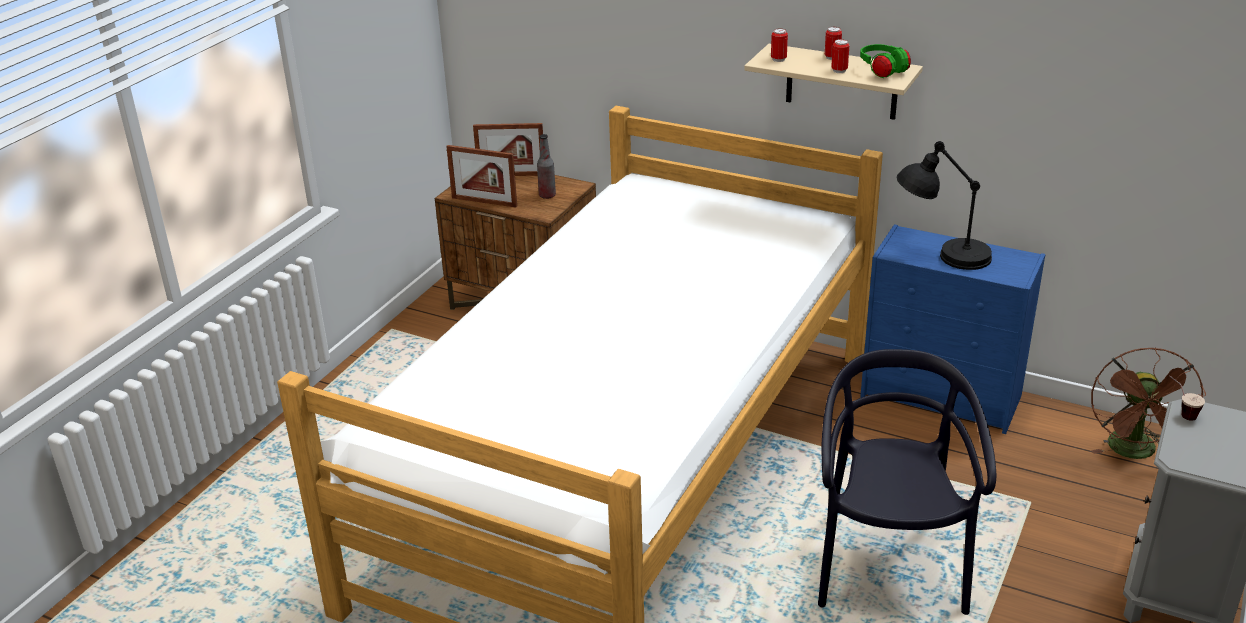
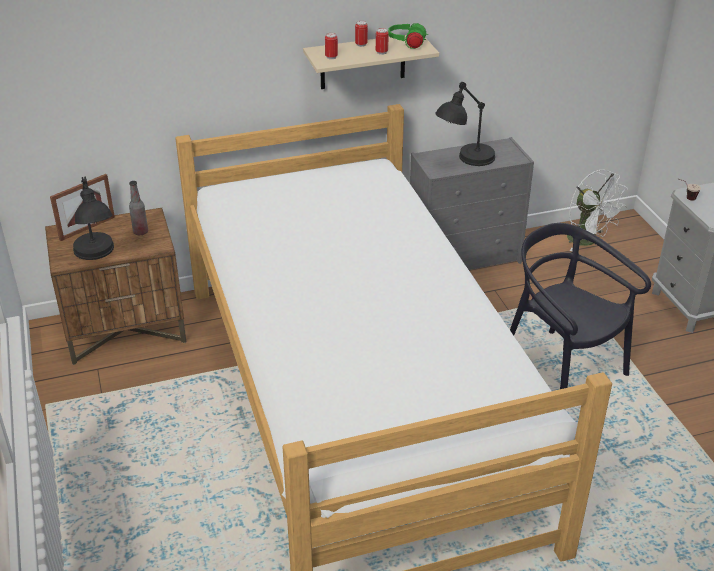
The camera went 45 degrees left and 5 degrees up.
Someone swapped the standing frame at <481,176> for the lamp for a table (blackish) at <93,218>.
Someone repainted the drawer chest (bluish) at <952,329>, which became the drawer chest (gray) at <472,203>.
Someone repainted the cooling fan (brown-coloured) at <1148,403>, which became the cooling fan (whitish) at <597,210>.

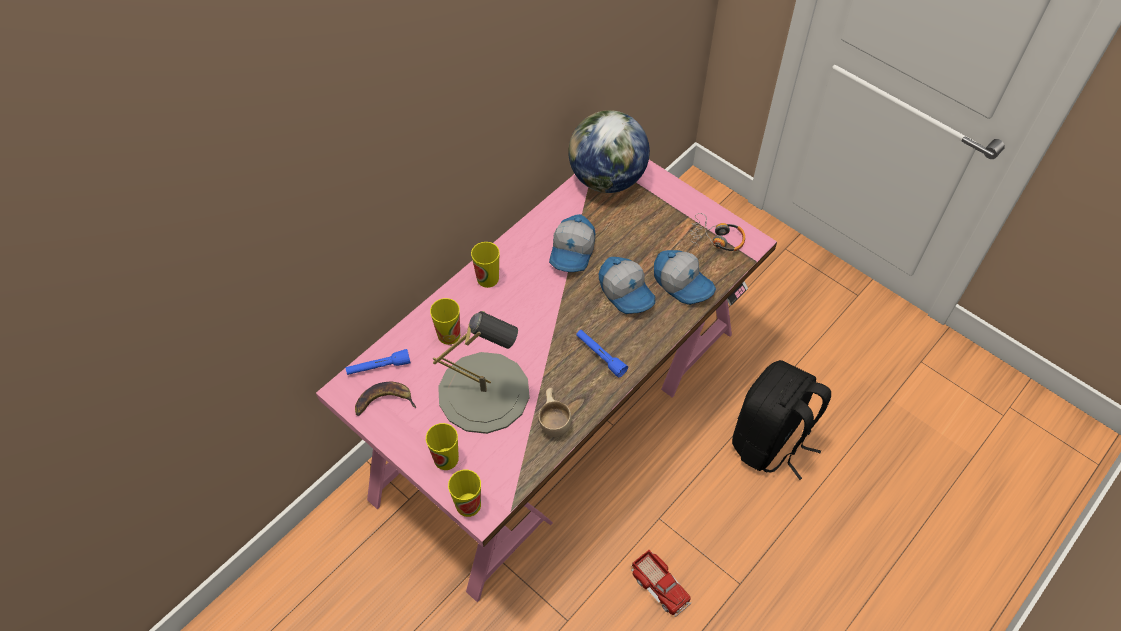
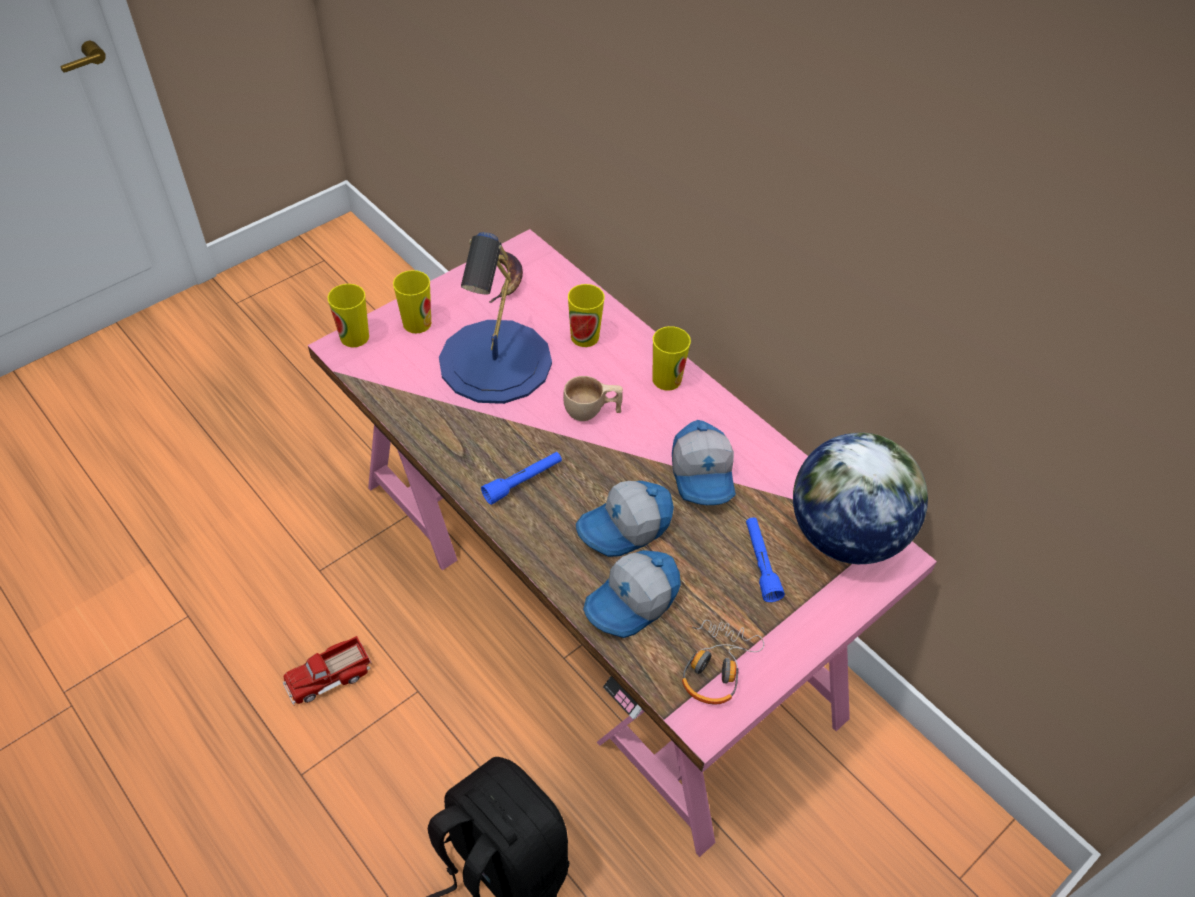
The camera went 95 degrees right and 5 degrees down.
Someone repainted the lamp for a table (gray) at <481,372>, which became the lamp for a table (bluish) at <495,318>.
Someone carried the cup (beige) from <554,412> to <593,398>.
Someone rotated the cap at <572,243> by 120 degrees counterclockwise.
Someone carried the hand torch (bluish) from <377,362> to <765,559>.

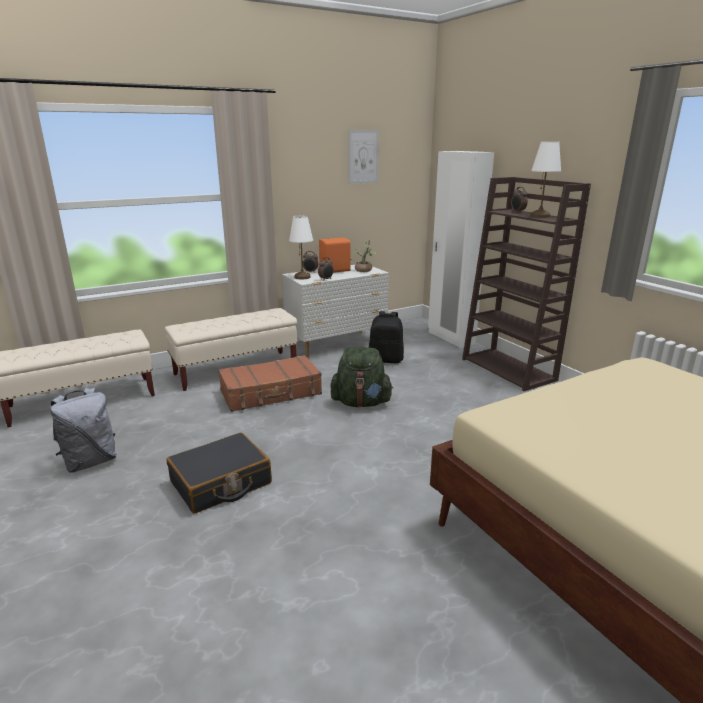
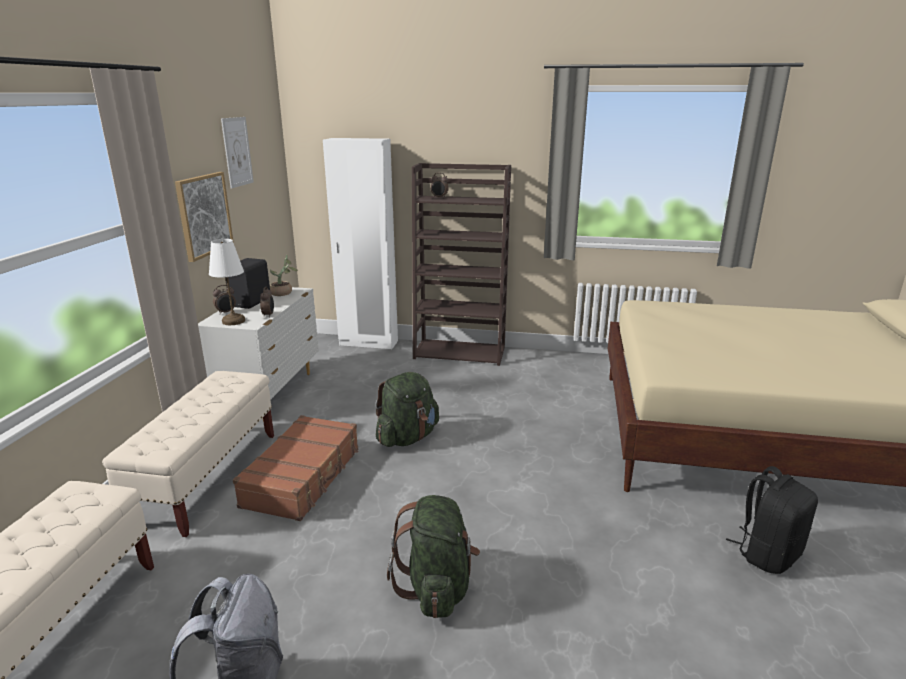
The camera went 50 degrees left and 0 degrees up.
Someone put up the wall art at <204,217>.
Someone repainted the audio speaker (orangey) at <335,255>, which became the audio speaker (blackish) at <247,283>.
Someone swapped the travel case (blackish) at <219,473> for the backpack (greenish) at <433,556>.
Someone carried the backpack (blackish) from <386,337> to <772,520>.
Someone took away the lamp for a table (whitish) at <545,179>.

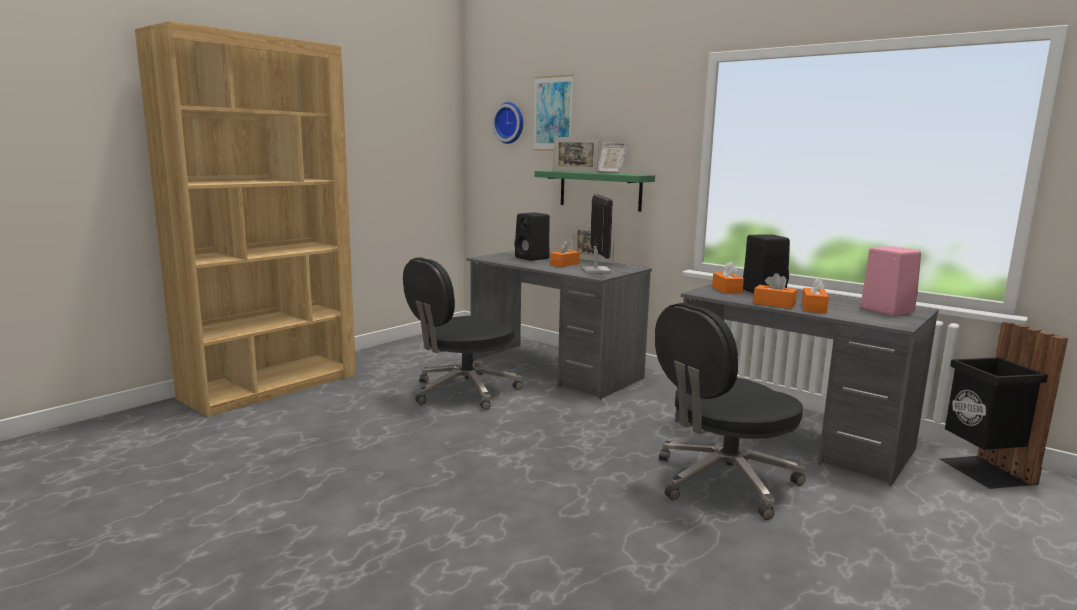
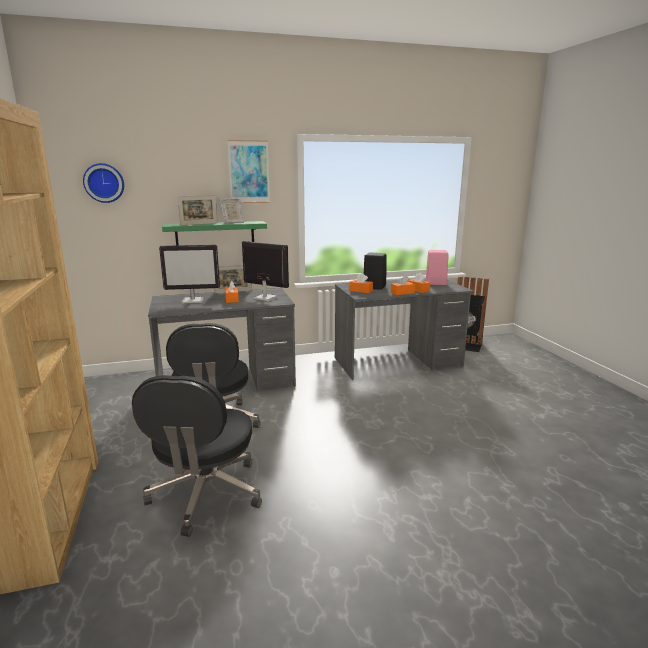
The camera went 55 degrees left and 5 degrees up.
Someone carried the computer chair (blackish) from <730,411> to <197,456>.
Someone swapped the audio speaker (blackish) at <532,236> for the computer display at <189,274>.
Someone carried the wall art from <553,113> to <248,171>.

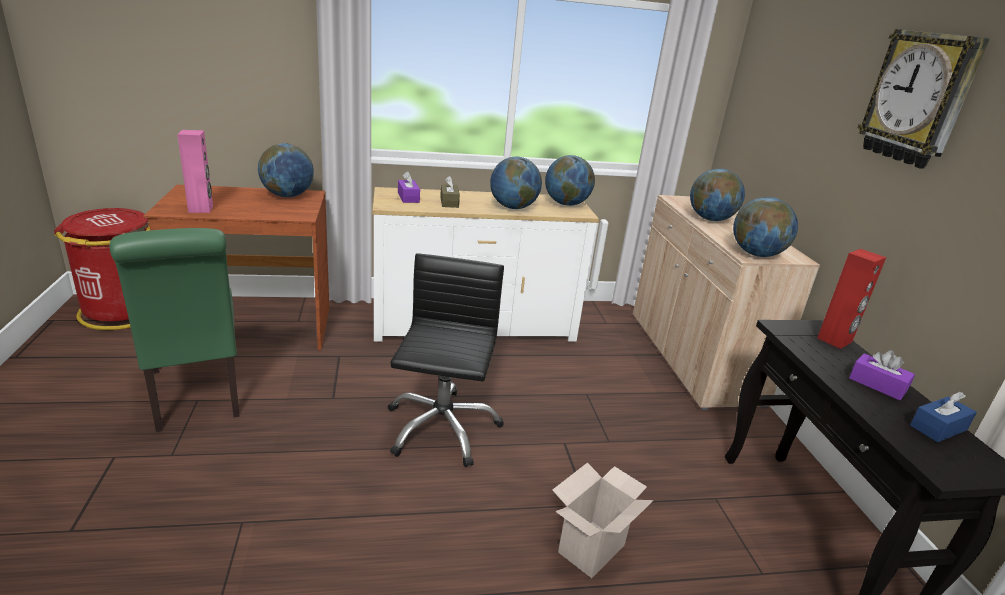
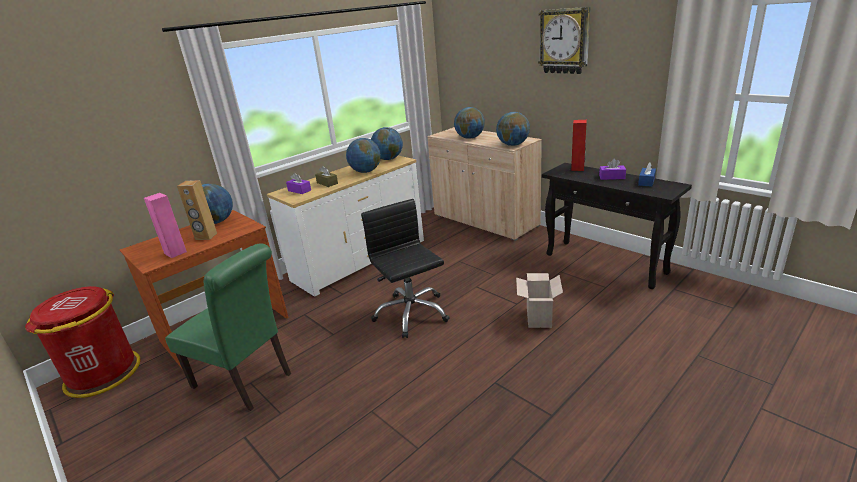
The camera went 30 degrees left and 0 degrees up.
Someone put down the audio speaker (brown-coloured) at <197,210>.

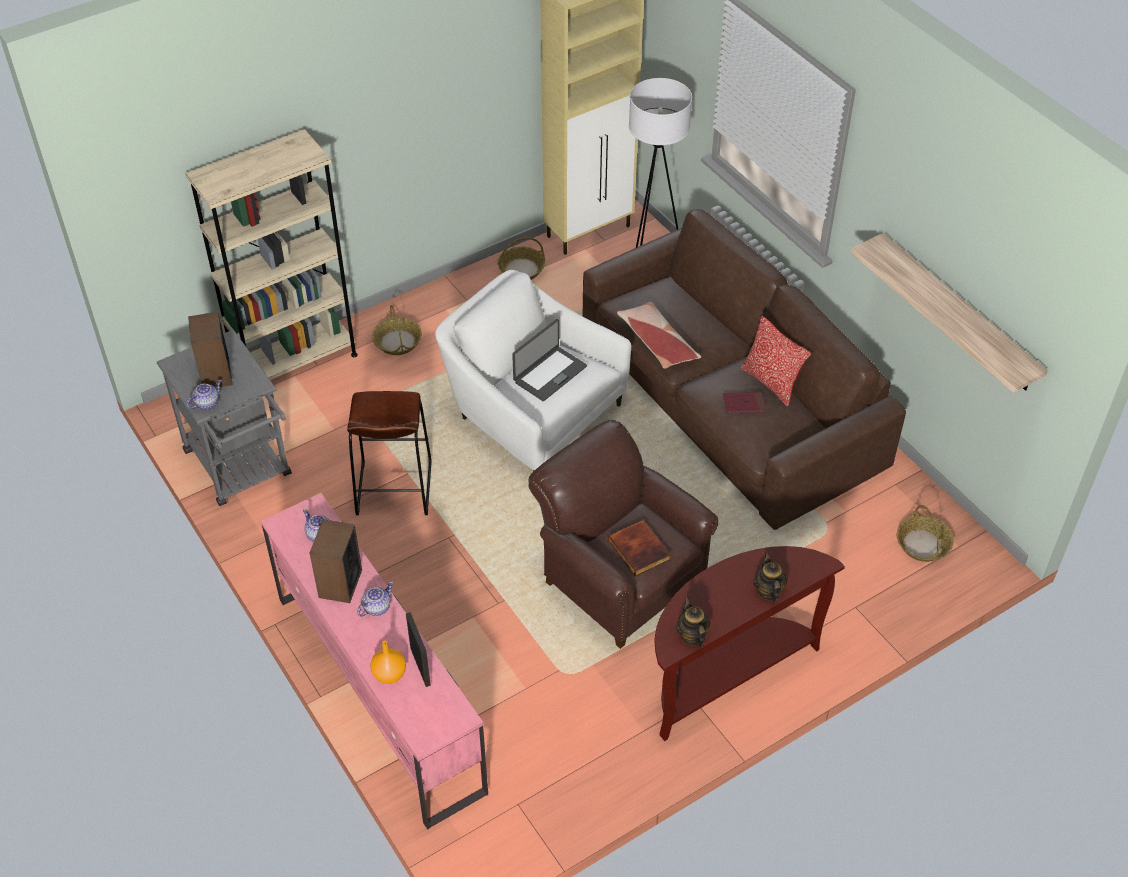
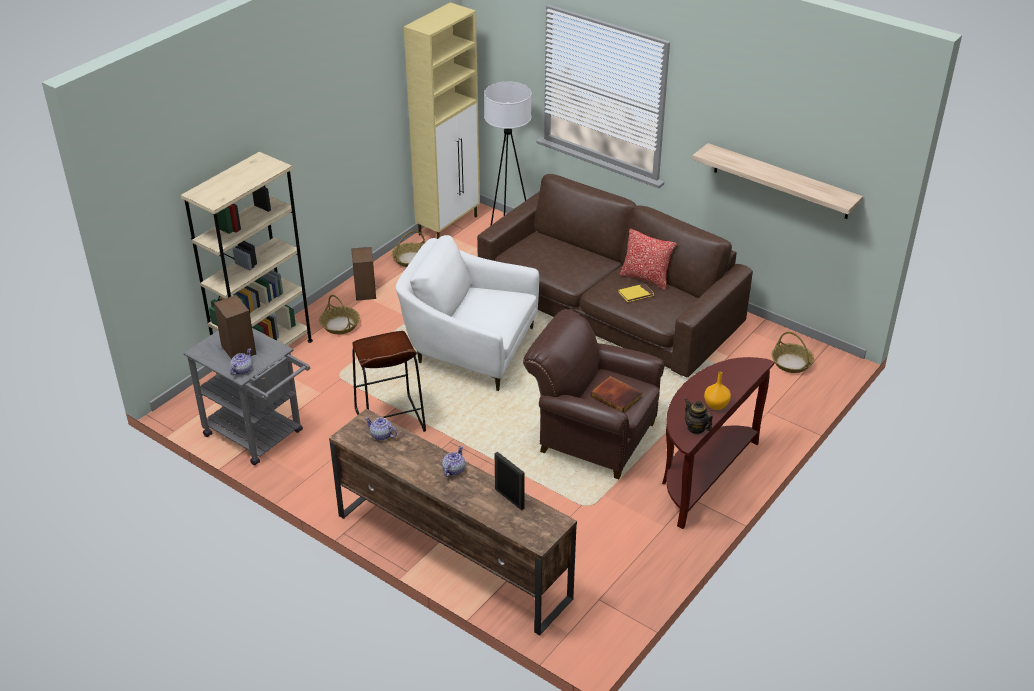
The camera went 20 degrees left and 10 degrees down.
Someone repainted the tv stand (pink-coloured) at <374,661>, which became the tv stand (brown-coloured) at <453,521>.
Someone carried the audio speaker from <336,561> to <363,274>.
Someone repainted the bound book (red-coloured) at <744,403>, which became the bound book (yellowish) at <636,292>.
Someone carried the flower vase (orangey) from <388,662> to <717,391>.
Someone took away the portable computer at <549,360>.
Someone took away the cushion at <659,335>.
Someone took away the tea pot at <770,578>.

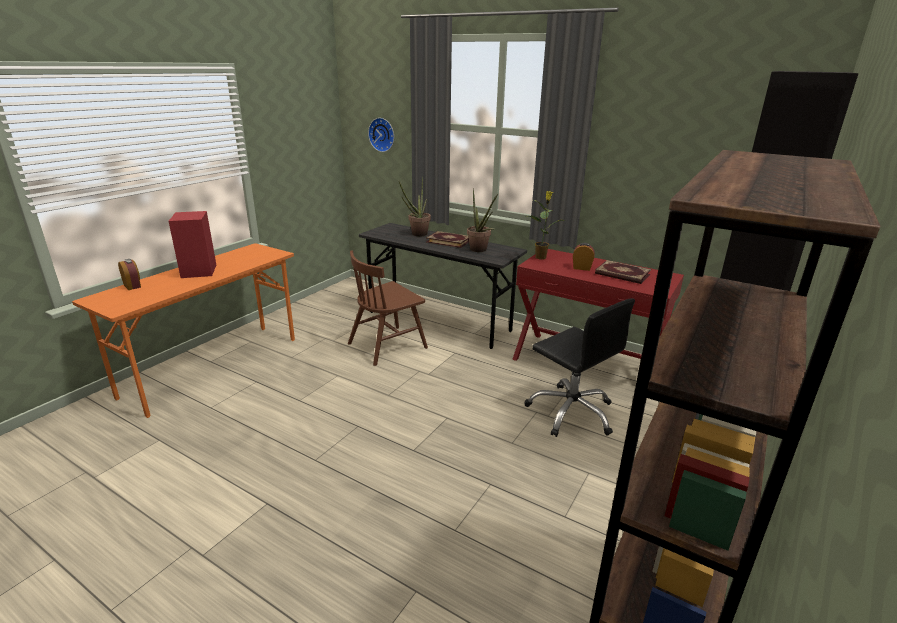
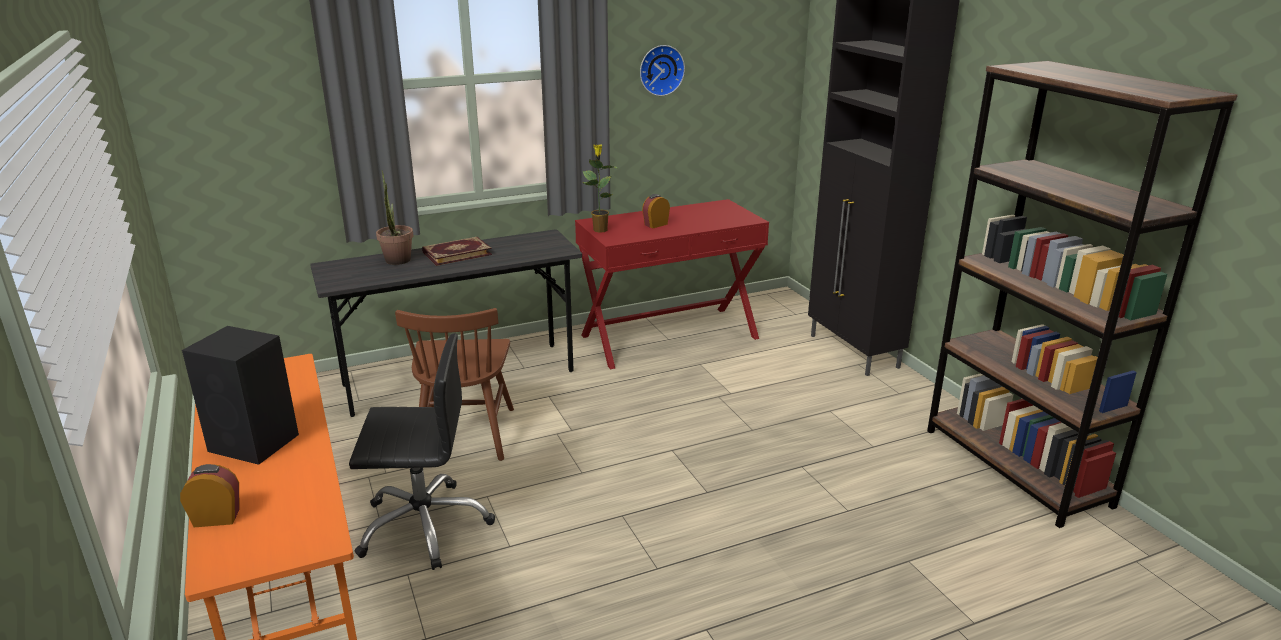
The camera went 55 degrees left and 0 degrees up.
Someone repainted the audio speaker (red-coloured) at <192,244>, which became the audio speaker (blackish) at <240,395>.
Someone carried the computer chair (blackish) from <579,367> to <422,451>.
Someone carried the hanging clock from <381,135> to <662,70>.
Someone took away the houseplant at <482,219>.
Someone took away the bound book at <623,272>.

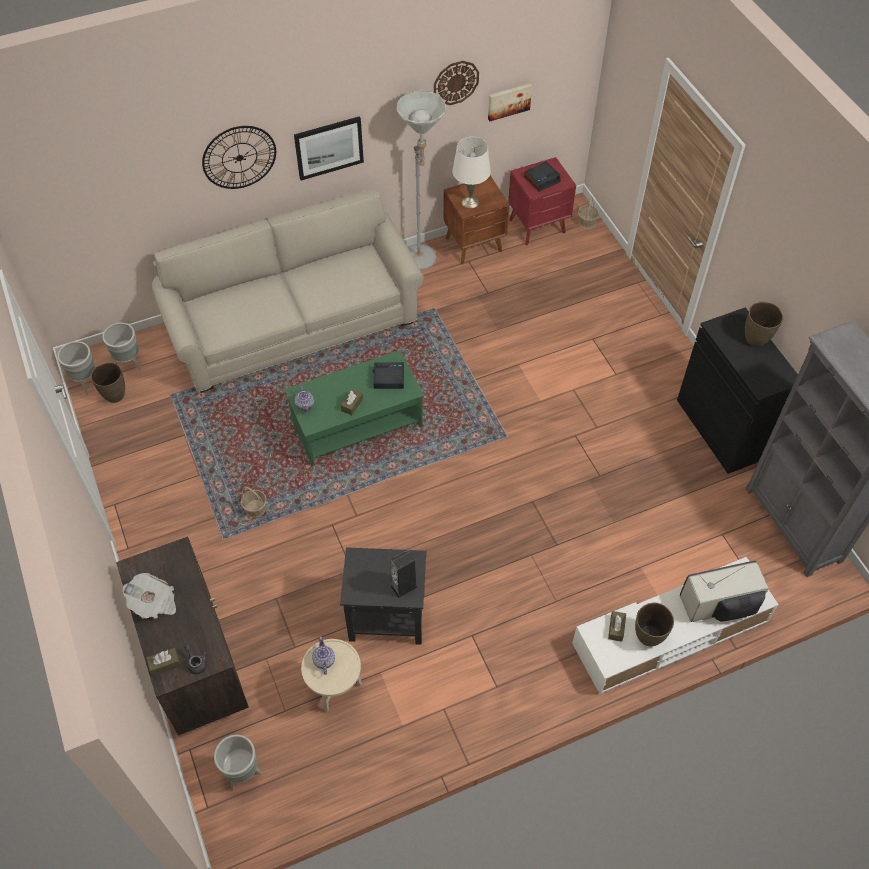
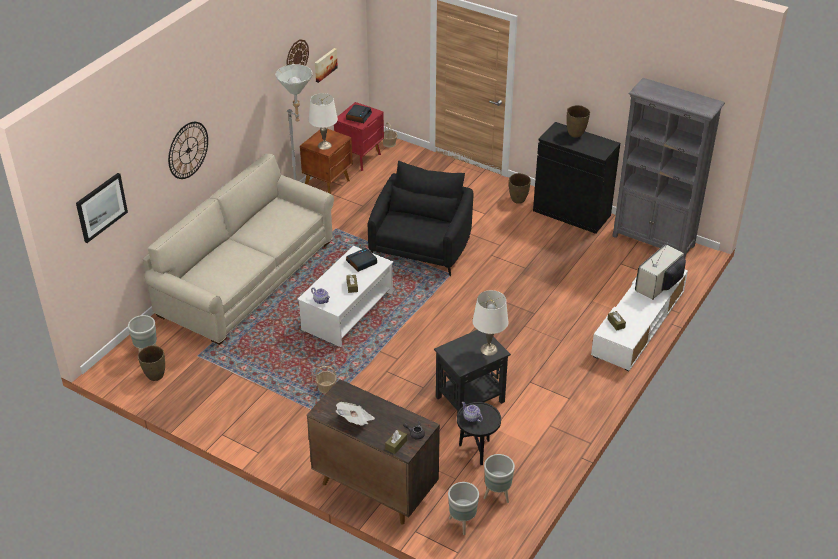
The camera went 35 degrees left and 15 degrees down.
Someone carried the wall art from <329,149> to <102,208>.
Someone repainted the lounge table (greenish) at <354,408>, which became the lounge table (whitish) at <345,296>.
Someone put down the armchair (blackish) at <420,218>.
Someone repainted the side table (beige) at <331,675>, which became the side table (blackish) at <479,433>.
Someone swapped the audio speaker at <404,574> for the lamp for a table (whitish) at <490,323>.
Someone carried the planter (gray) from <76,368> to <499,478>.
Someone carried the flower vase (brown-coloured) from <654,624> to <520,188>.

